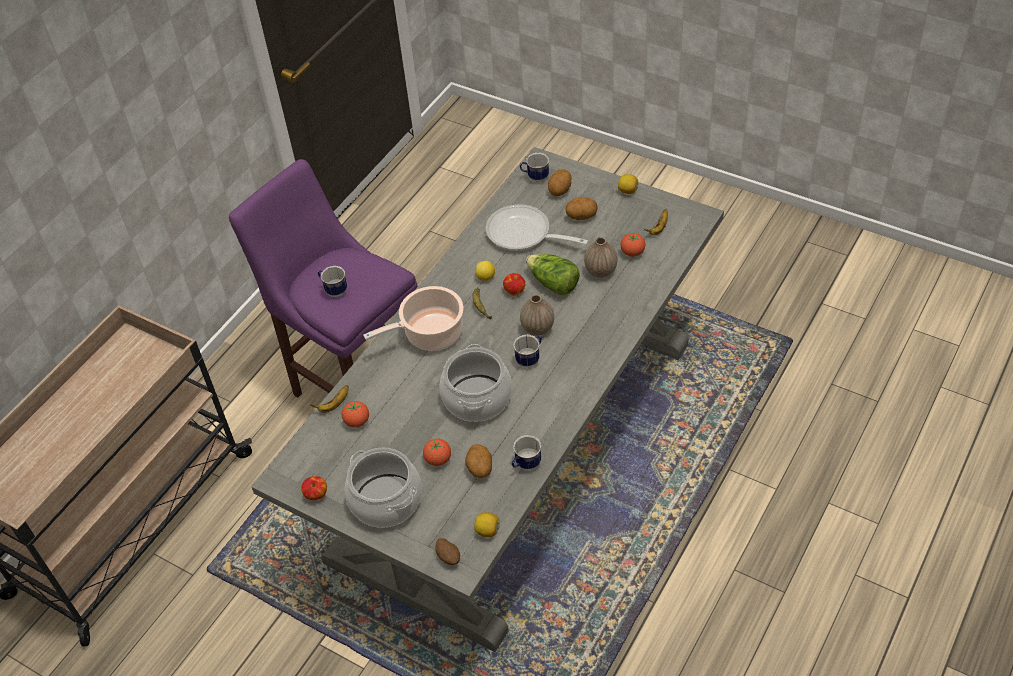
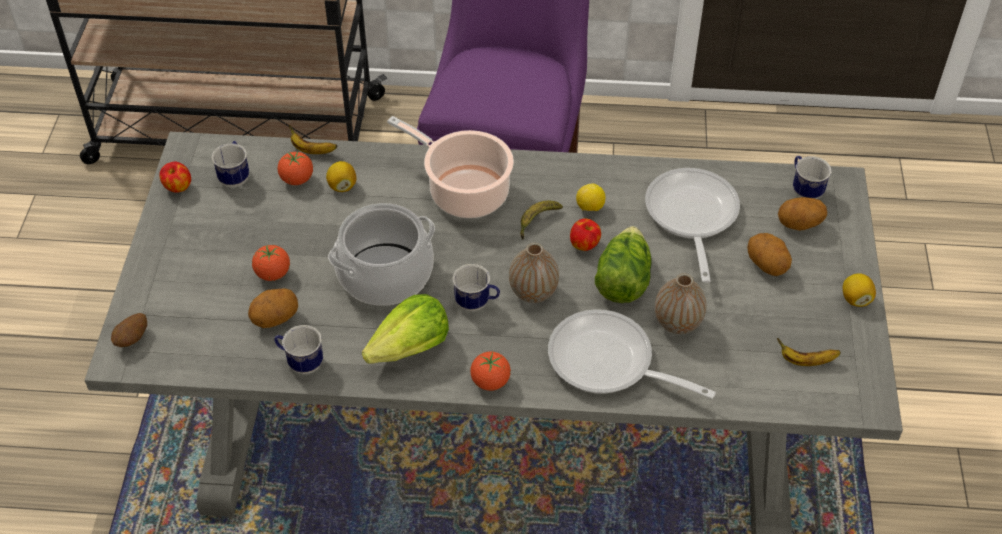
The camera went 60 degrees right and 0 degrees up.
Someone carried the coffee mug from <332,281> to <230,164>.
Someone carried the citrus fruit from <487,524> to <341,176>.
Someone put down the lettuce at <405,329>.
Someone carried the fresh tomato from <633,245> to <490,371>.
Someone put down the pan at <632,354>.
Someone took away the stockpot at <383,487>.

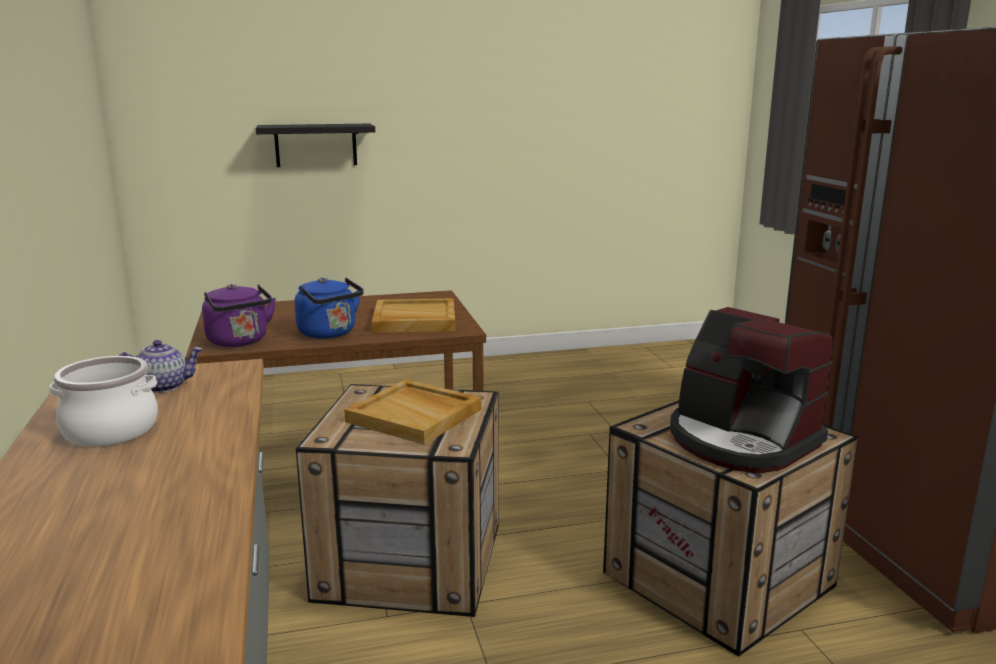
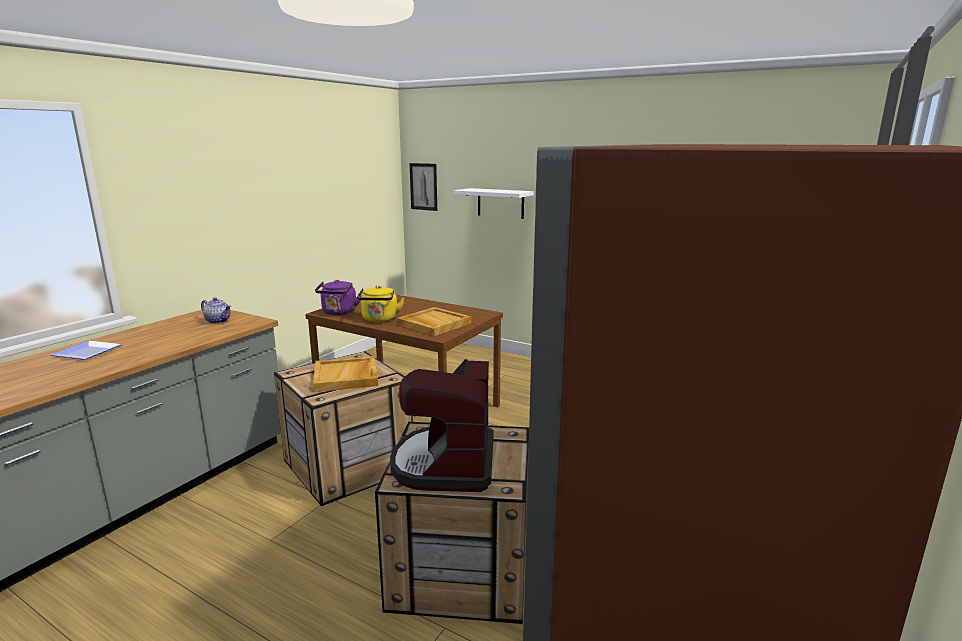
The camera went 45 degrees right and 0 degrees up.
Someone put down the flat dish at <86,350>.
Someone repainted the water kettle (bluish) at <329,308>, which became the water kettle (yellowish) at <380,303>.
Someone put up the wall art at <423,187>.
Someone repainted the shelf (blackish) at <315,145>, which became the shelf (whitish) at <494,203>.
Someone took away the stockpot at <103,401>.

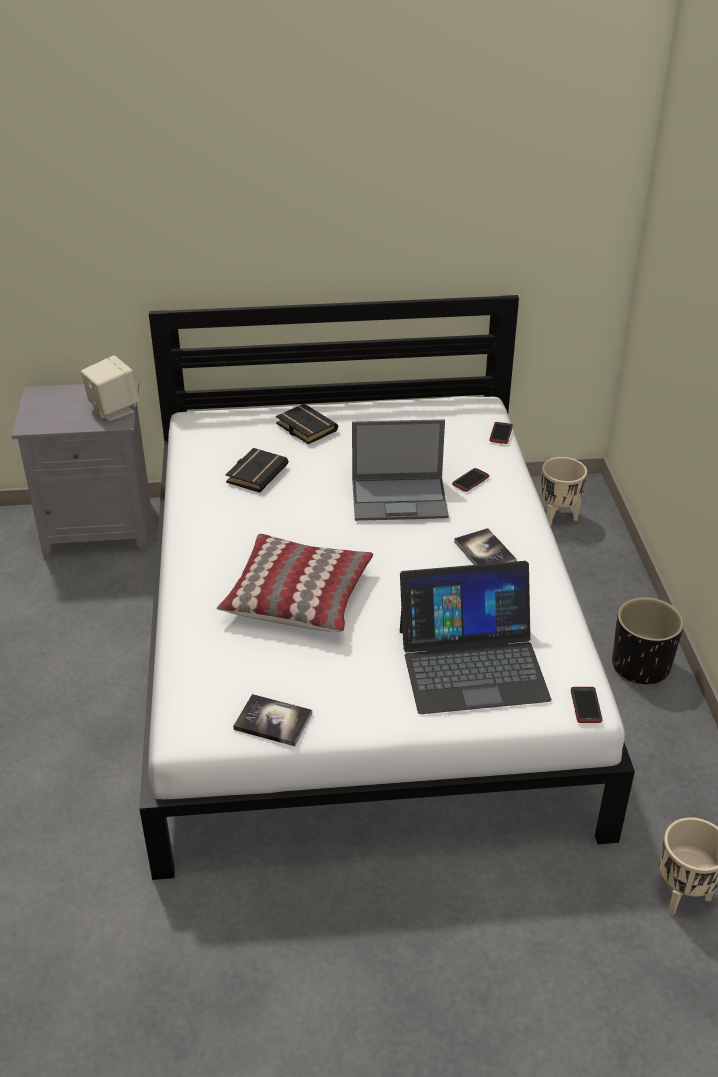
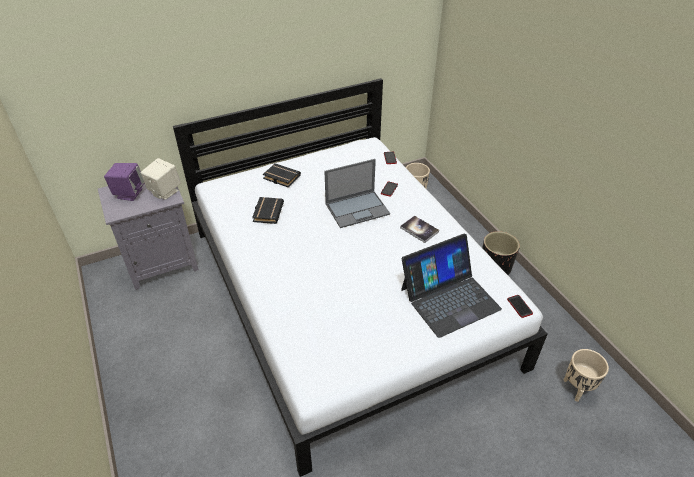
The camera went 20 degrees left and 5 degrees up.
Someone put down the audio speaker (purple) at <124,182>.
Someone took away the cushion at <295,583>.
Someone took away the bound book at <272,720>.

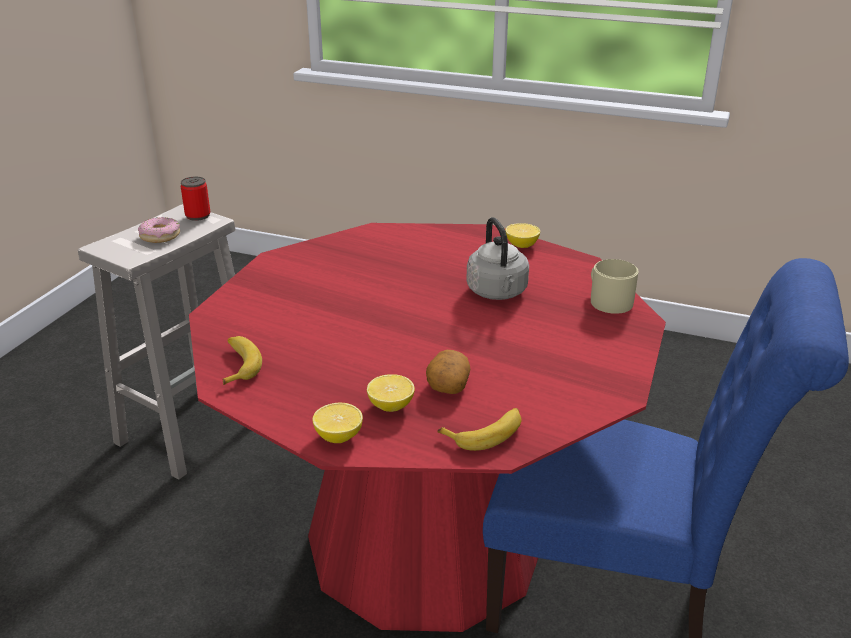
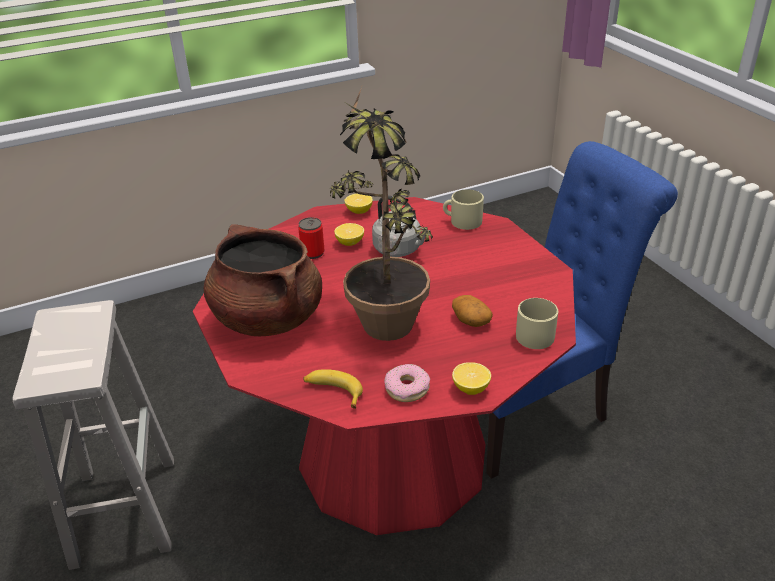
The camera went 45 degrees left and 5 degrees up.
Someone put down the stockpot (brown-coloured) at <263,280>.
Someone carried the metal can from <195,199> to <311,238>.
Someone put down the houseplant at <381,214>.
Someone carried the citrus fruit from <391,393> to <349,234>.
Someone carried the donut from <159,230> to <407,383>.
Someone swapped the whole banana at <479,429> for the coffee mug (beige) at <537,323>.

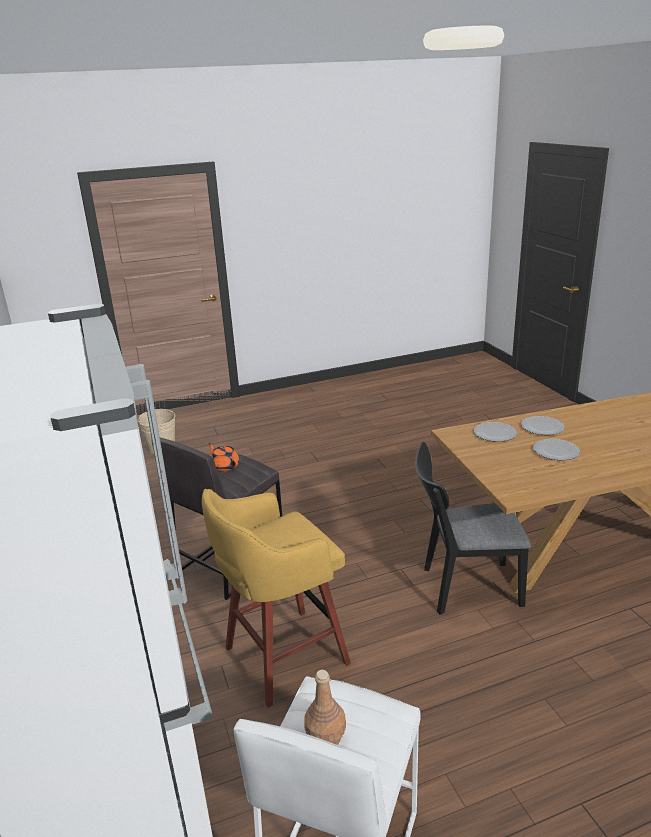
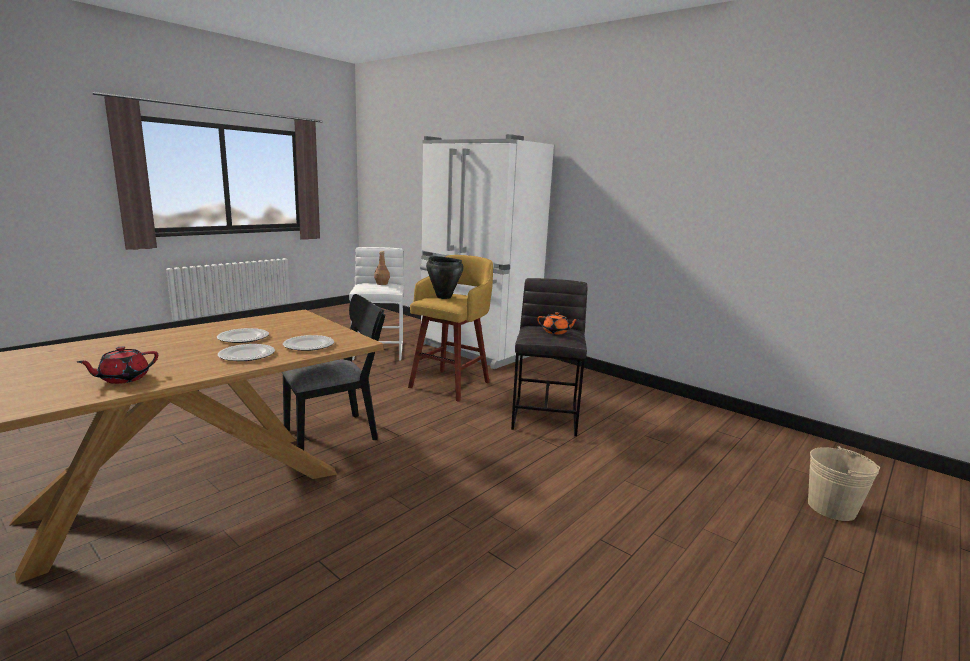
The camera went 150 degrees right and 10 degrees down.
Someone put down the tea pot (red-coloured) at <117,365>.
Someone put down the stockpot (blackish) at <445,277>.

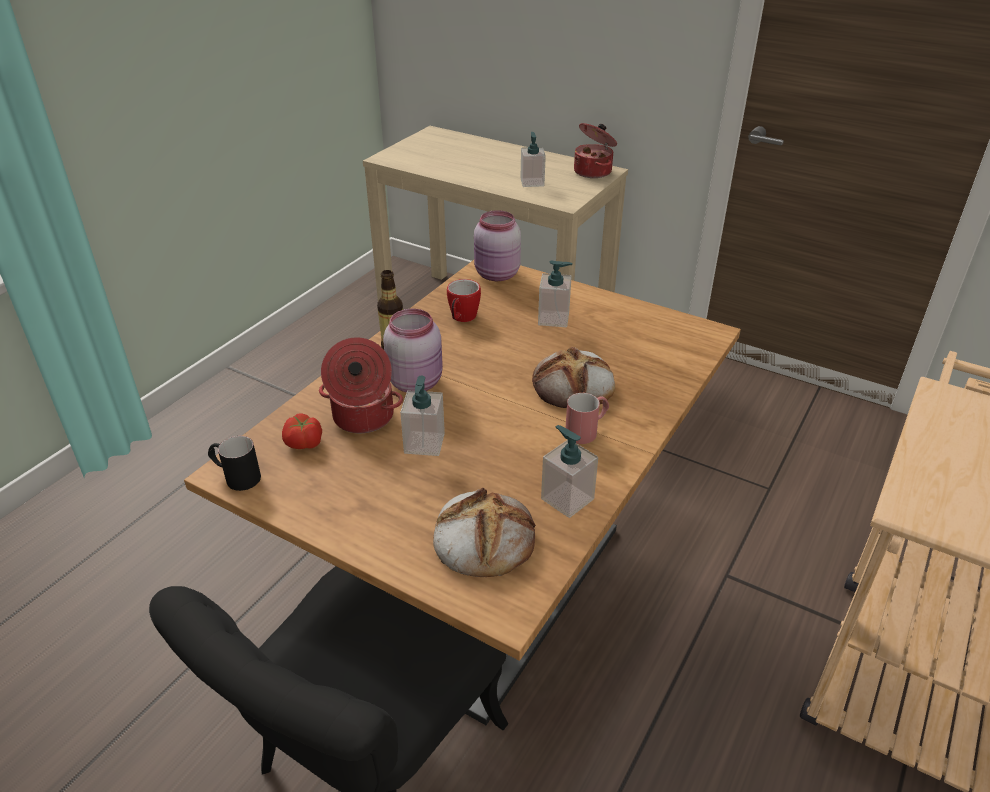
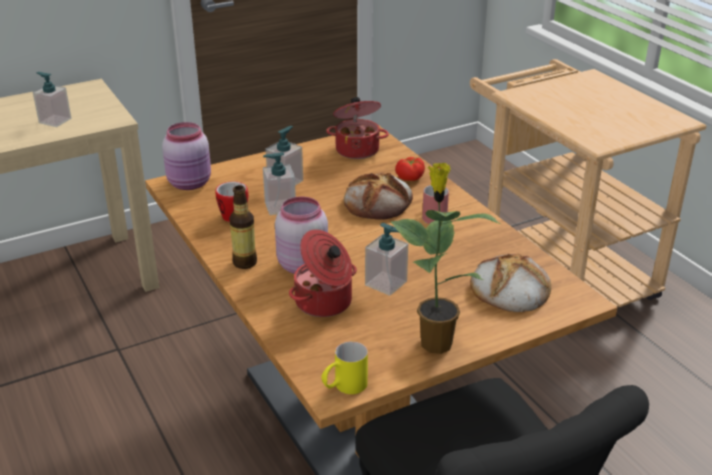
The camera went 60 degrees left and 5 degrees down.
Someone carried the soap bottle from <569,471> to <279,183>.
Someone repainted the coffee mug (blackish) at <234,463>, which became the coffee mug (yellowish) at <344,367>.
Someone carried the stockpot from <595,150> to <357,128>.
Someone put down the houseplant at <445,258>.
Someone carried the fresh tomato from <302,431> to <410,169>.

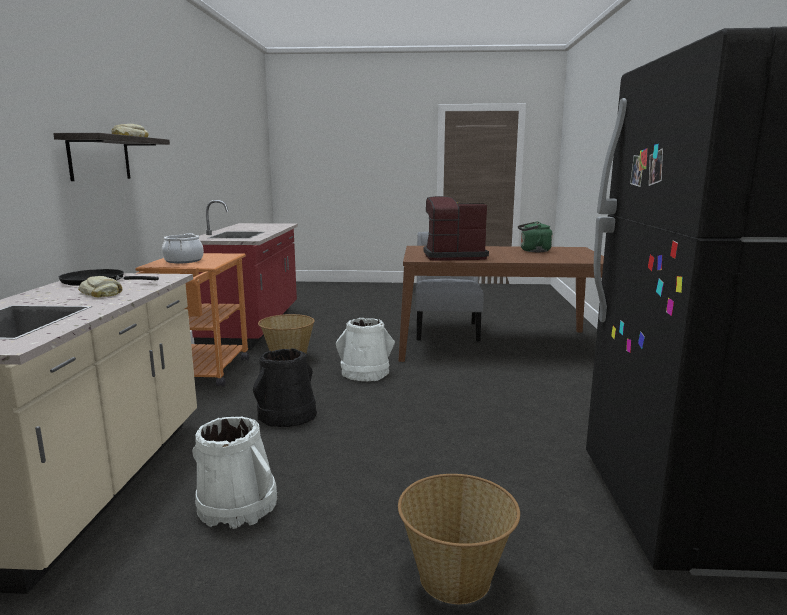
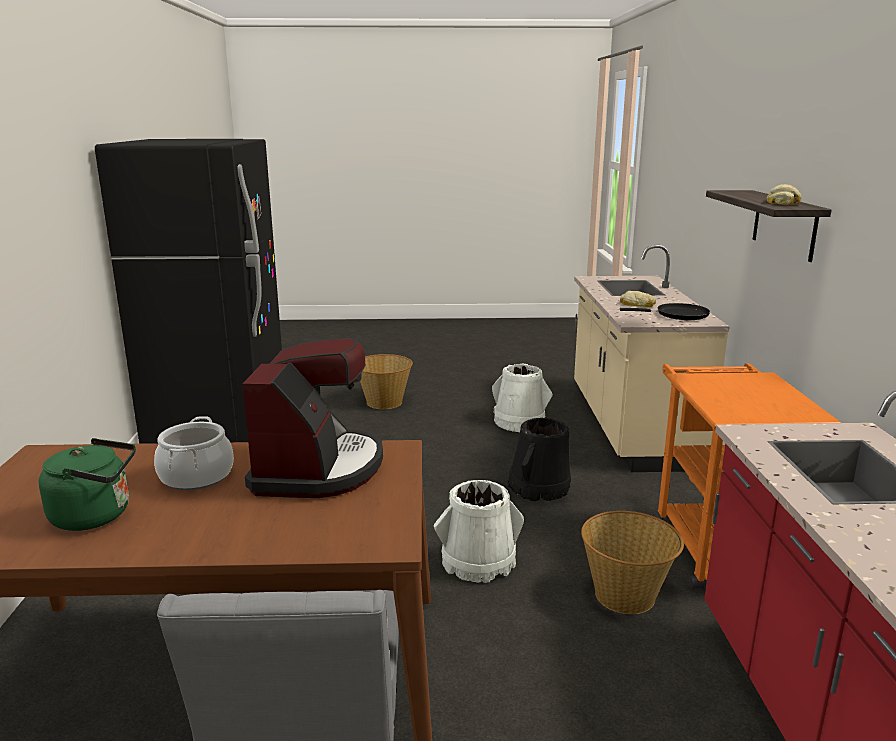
The camera went 175 degrees right and 5 degrees up.
Someone carried the stockpot from <183,248> to <194,453>.
Someone rotated the coffee machine at <456,228> by 75 degrees counterclockwise.

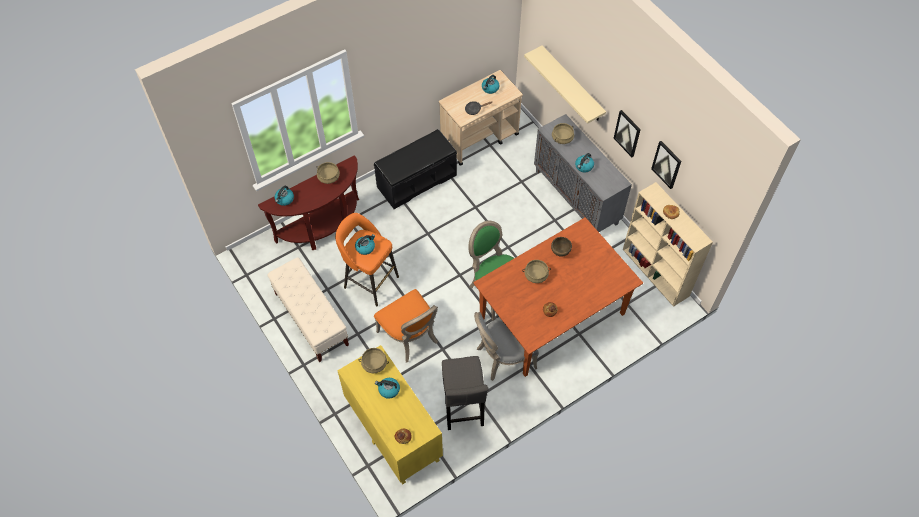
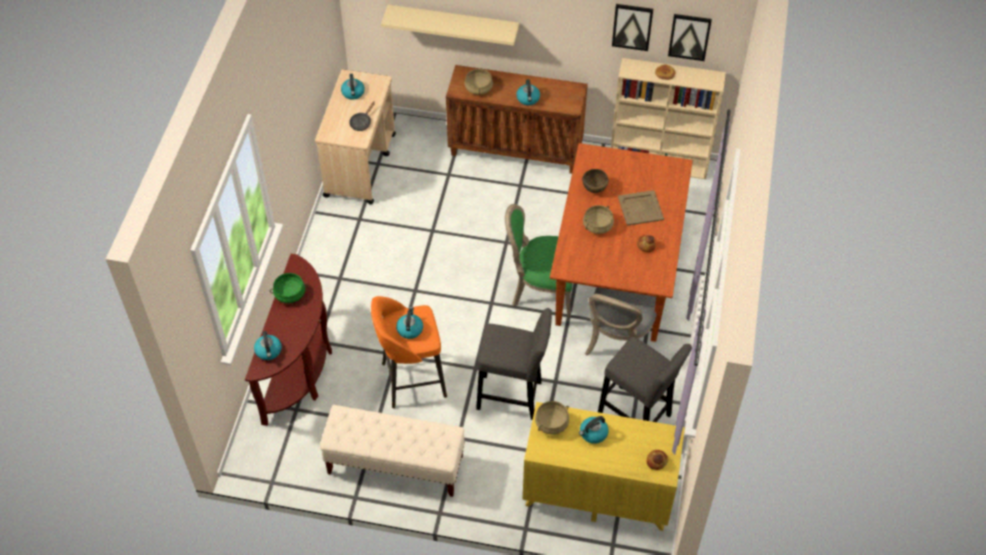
The camera went 45 degrees left and 5 degrees down.
Someone repainted the stockpot (beige) at <328,173>, which became the stockpot (greenish) at <289,288>.
Someone repainted the cabinet (gray) at <583,173>, which became the cabinet (brown-coloured) at <517,119>.
Someone swapped the plain chair (orangey) at <406,325> for the stool (gray) at <514,364>.
Someone put down the tray (beige) at <641,208>.
Someone carried the wall art from <627,133> to <690,37>.
Someone took away the indoor bench (blackish) at <415,169>.

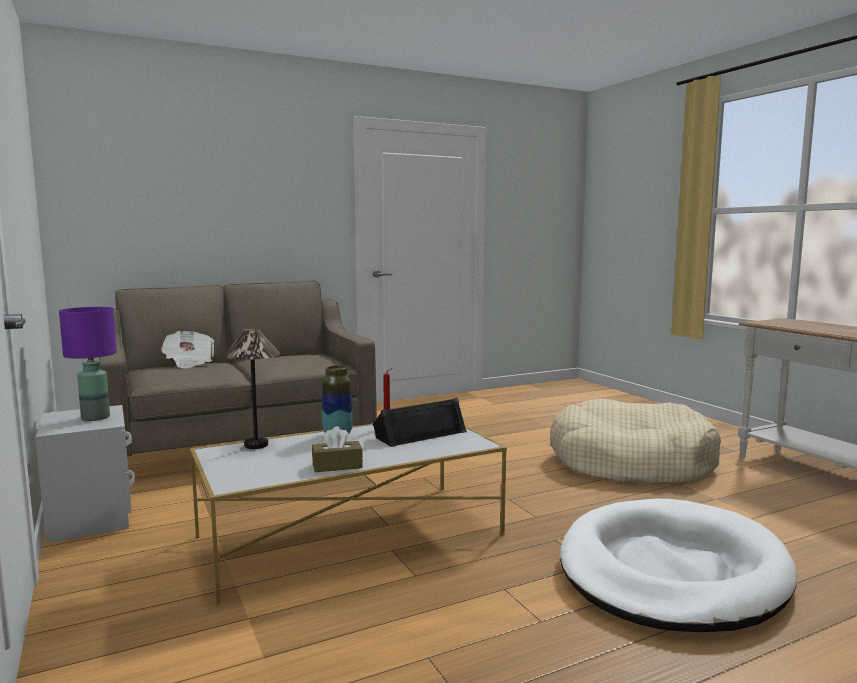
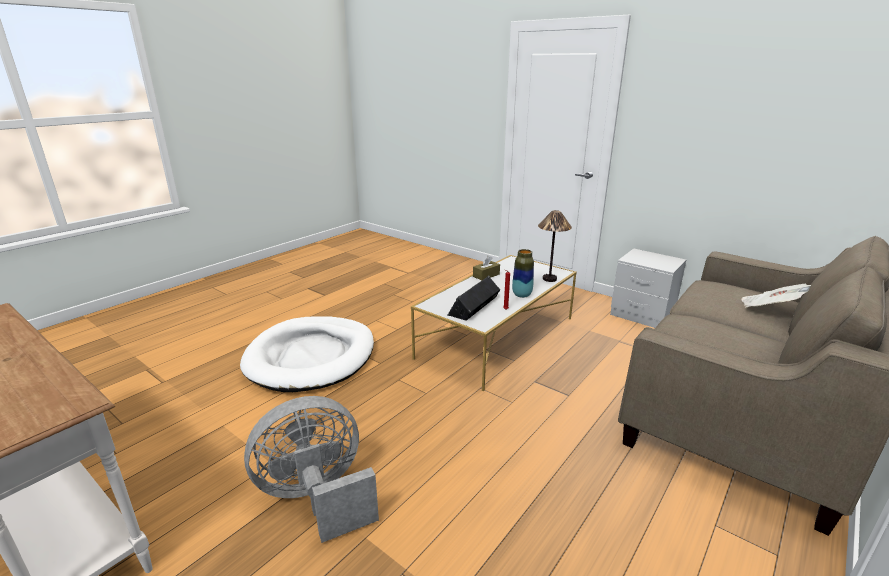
The camera went 155 degrees right and 15 degrees up.
Someone swapped the pet bed (beige) at <635,440> for the cooling fan (gray) at <311,469>.
Someone took away the lamp for a table (purple) at <88,364>.

